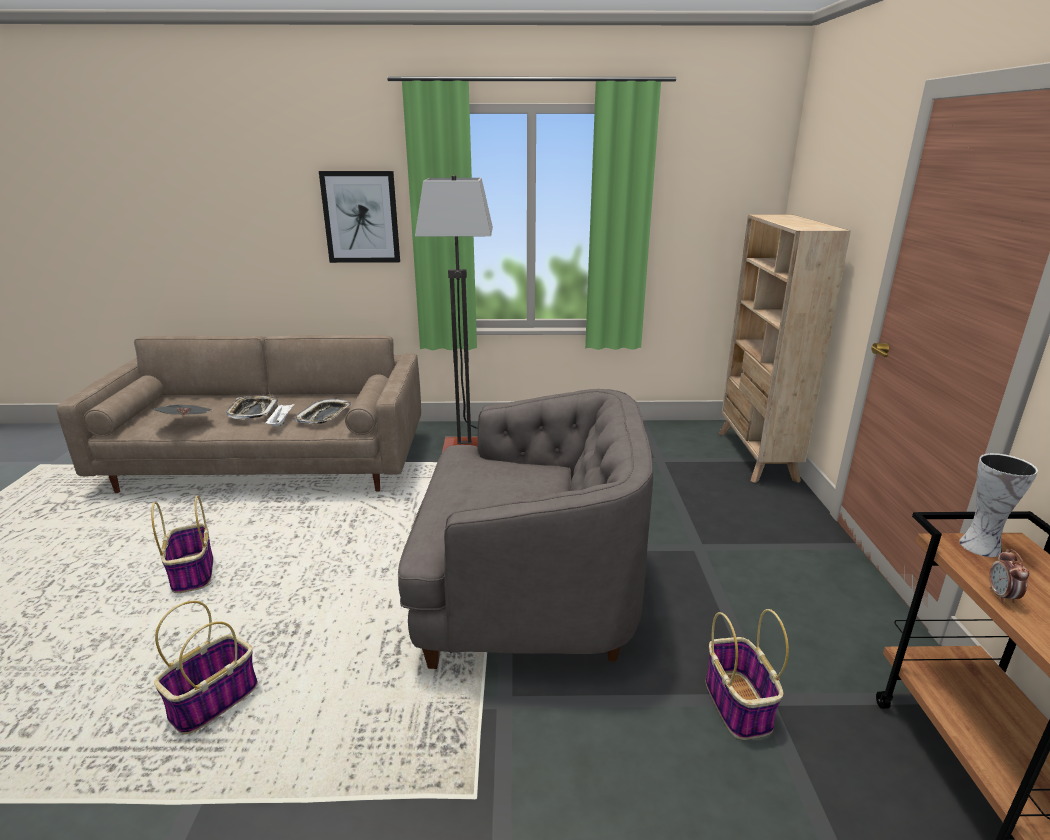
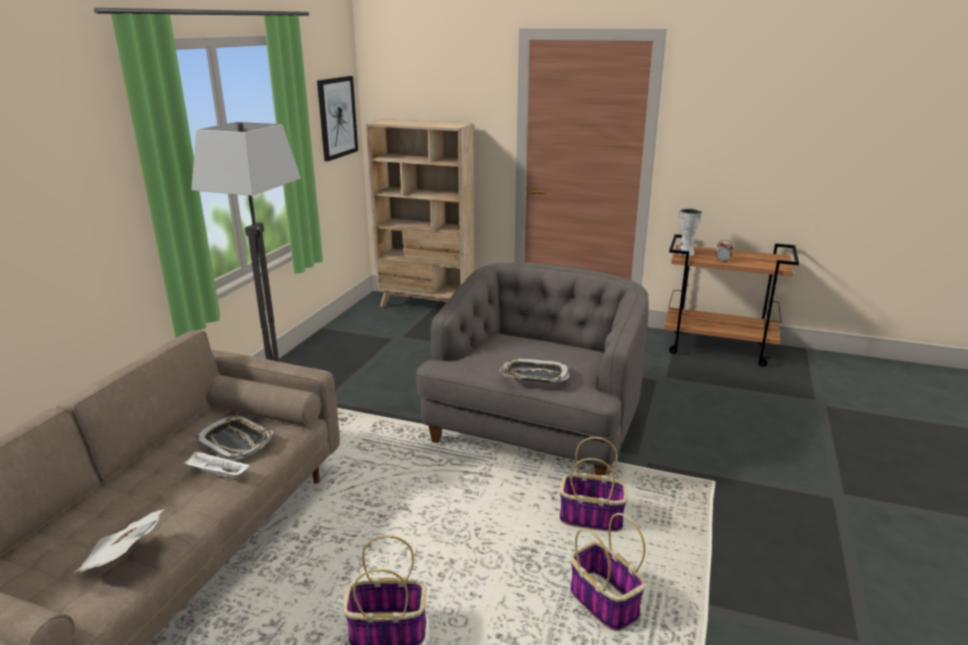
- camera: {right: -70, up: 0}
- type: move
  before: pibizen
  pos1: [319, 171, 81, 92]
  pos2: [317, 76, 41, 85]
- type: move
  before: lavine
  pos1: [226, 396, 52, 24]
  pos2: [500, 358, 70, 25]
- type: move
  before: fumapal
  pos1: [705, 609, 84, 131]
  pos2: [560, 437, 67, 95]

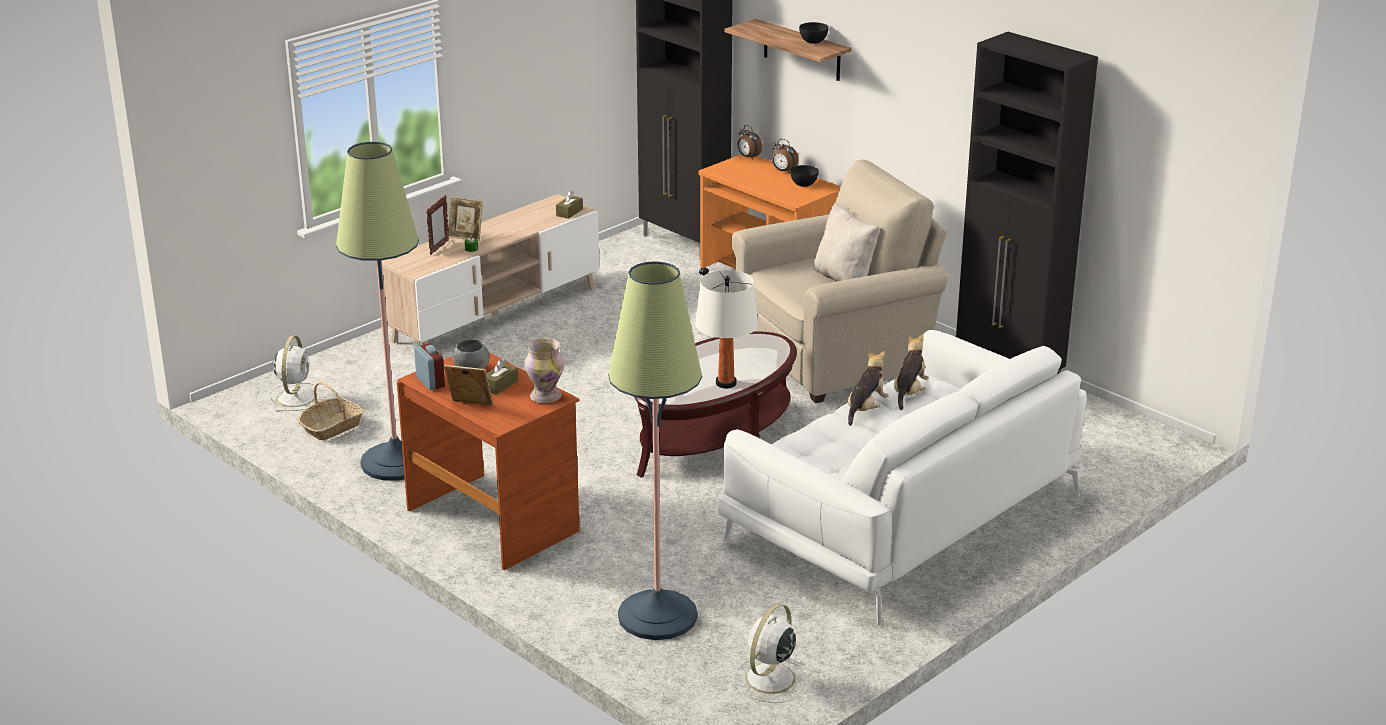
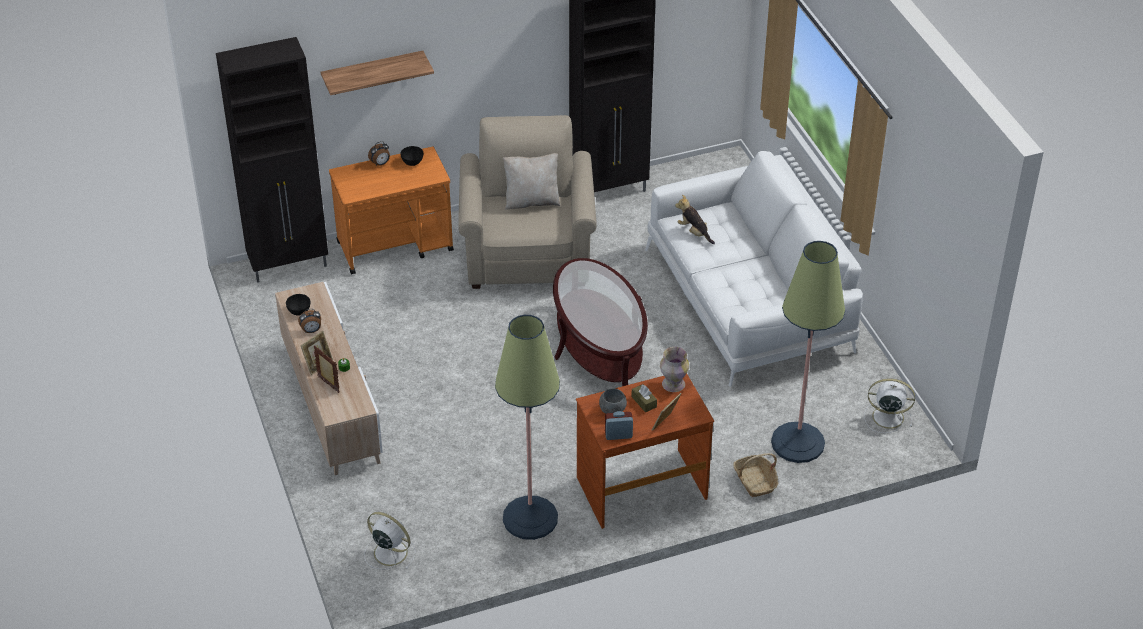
- camera: {right: -65, up: 15}
- type: move
  before: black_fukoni
  pos1: [799, 22, 30, 22]
  pos2: [286, 294, 24, 21]
- type: move
  before: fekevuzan
  pos1: [738, 125, 24, 35]
  pos2: [298, 309, 23, 24]
- type: move
  before: fumapal
  pos1: [298, 382, 65, 58]
  pos2: [733, 453, 45, 44]
- type: rotate
  before: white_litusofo
  pos1: [733, 603, 71, 100]
  pos2: [864, 379, 51, 54]
  turn: 135
- type: delete
  before: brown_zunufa
  pos1: [556, 191, 27, 28]
- type: delete
  before: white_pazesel
  pos1: [695, 270, 63, 118]
- type: delete
  before: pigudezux
  pos1: [848, 351, 41, 75]

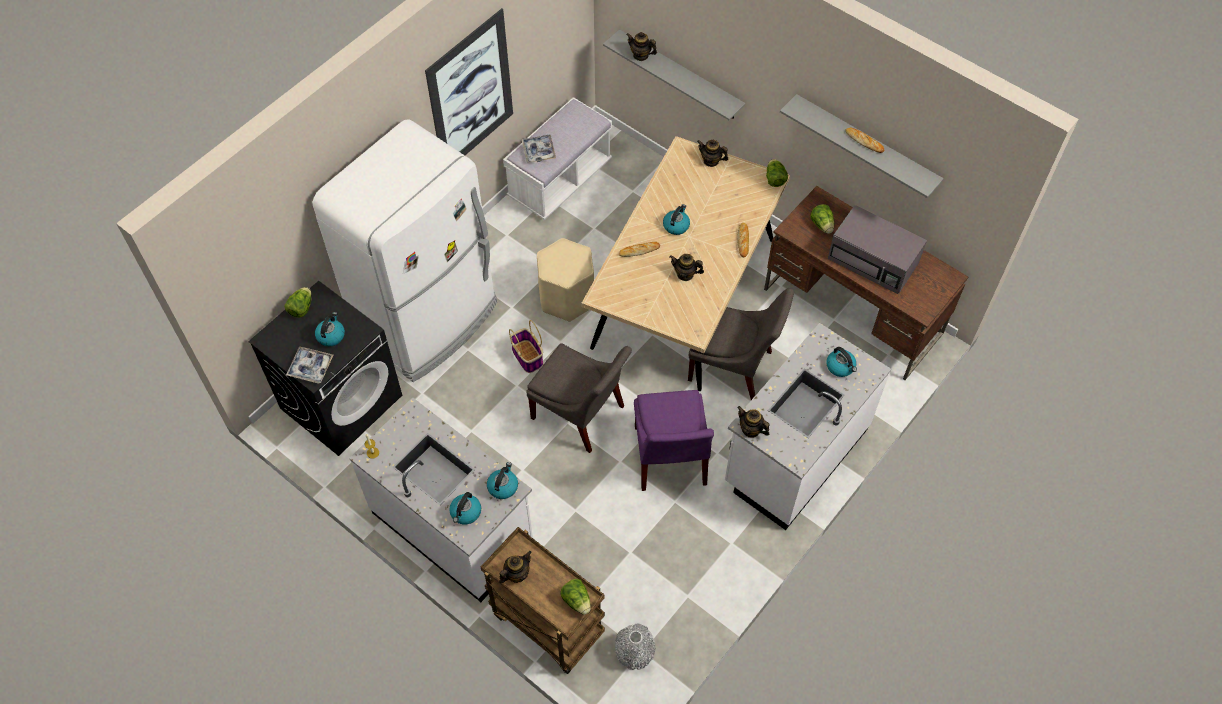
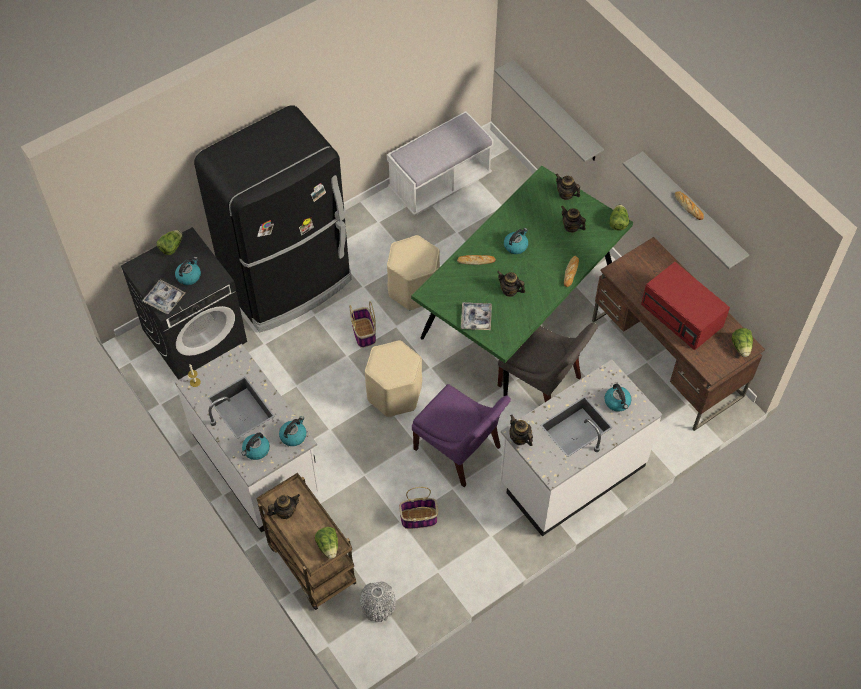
- camera: {right: 15, up: 0}
- type: recolor
  before: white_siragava
  after: black_siragava
  pos1: [313, 119, 184, 263]
  pos2: [194, 105, 158, 228]
- type: replace
  before: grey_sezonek
  after: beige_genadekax
  pos1: [527, 343, 105, 110]
  pos2: [365, 340, 57, 77]
- type: insert
  after: fumapal
  pos2: [399, 487, 39, 42]
- type: recolor
  before: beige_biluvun
  after: green_biluvun
  pos1: [581, 136, 209, 255]
  pos2: [411, 166, 222, 230]
- type: rotate
  before: purple_sezonek
  pos1: [634, 390, 80, 101]
  pos2: [412, 384, 99, 103]
  turn: -60
- type: move
  before: lavine
  pos1: [522, 135, 34, 28]
  pos2: [461, 302, 31, 28]
- type: move
  before: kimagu
  pos1: [626, 32, 31, 29]
  pos2: [561, 206, 25, 27]
- type: recolor
  before: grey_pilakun
  after: red_pilakun
  pos1: [828, 205, 99, 89]
  pos2: [641, 262, 89, 88]
- type: move
  before: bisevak
  pos1: [811, 204, 23, 30]
  pos2: [731, 328, 22, 29]
- type: delete
  before: pibizen
  pos1: [425, 8, 88, 147]

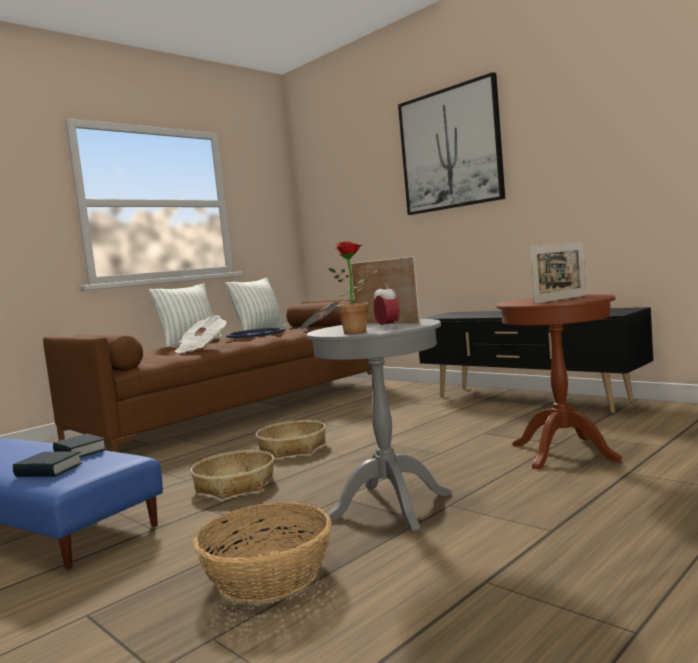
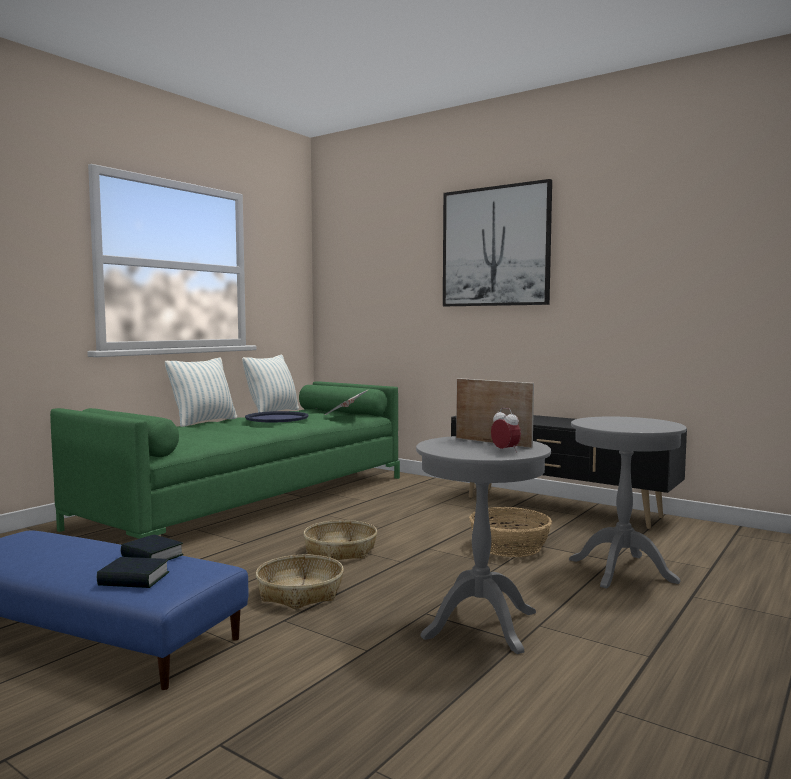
- camera: {right: -10, up: 0}
- type: recolor
  before: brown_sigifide
  after: green_sigifide
  pos1: [43, 298, 329, 154]
  pos2: [50, 381, 350, 158]
- type: move
  before: fumapal
  pos1: [193, 502, 139, 100]
  pos2: [469, 507, 83, 50]
- type: recolor
  before: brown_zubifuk
  after: grey_zubifuk
  pos1: [496, 294, 126, 175]
  pos2: [569, 417, 118, 171]
- type: delete
  before: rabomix
  pos1: [175, 316, 51, 37]
- type: delete
  before: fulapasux
  pos1: [328, 241, 52, 93]
- type: delete
  before: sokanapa
  pos1: [530, 241, 56, 63]

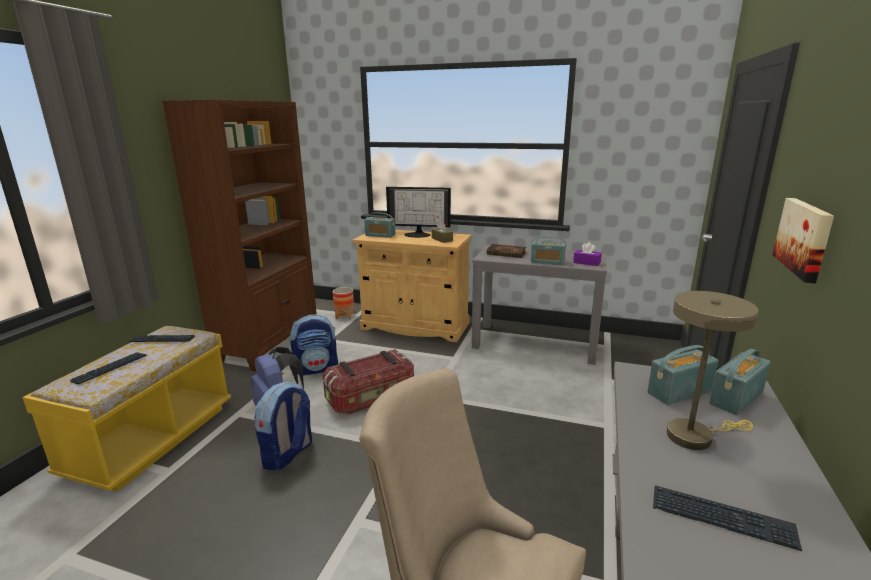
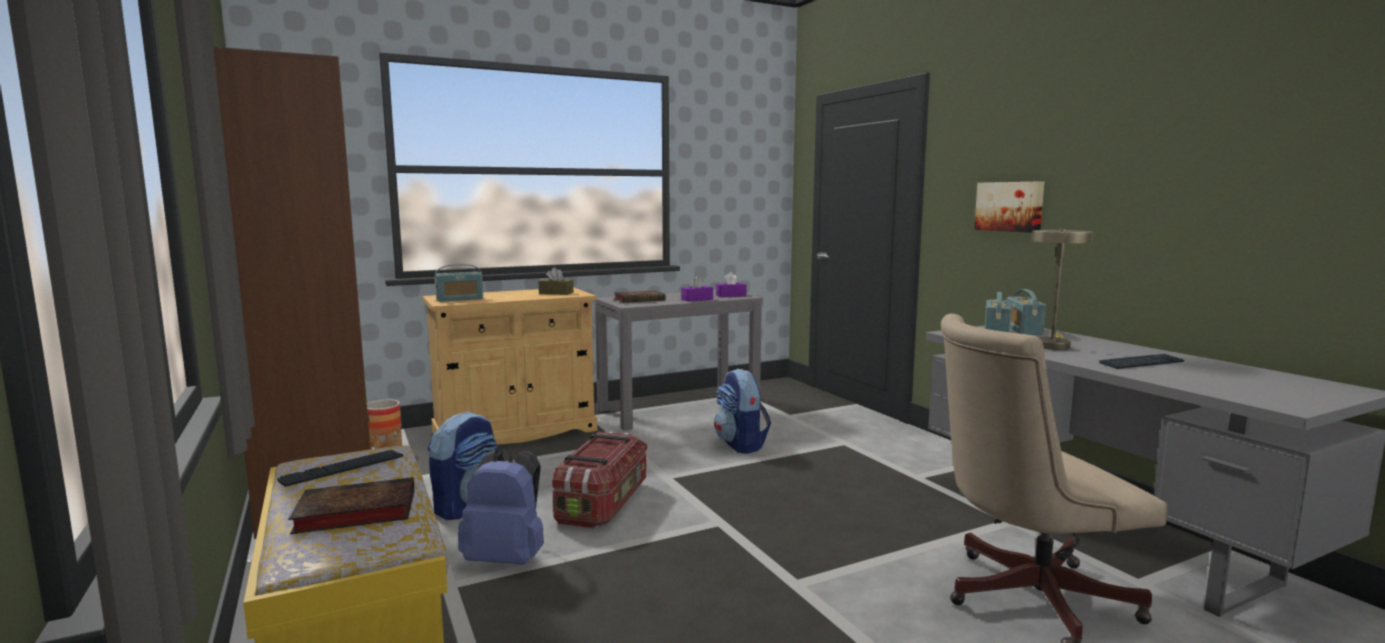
- camera: {right: -45, up: -10}
- type: replace
  before: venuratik
  after: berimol
  pos1: [70, 352, 77, 33]
  pos2: [288, 477, 127, 57]
- type: replace
  before: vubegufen
  after: purple_zunufa
  pos1: [531, 236, 35, 29]
  pos2: [681, 276, 32, 26]
- type: move
  before: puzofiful
  pos1: [254, 381, 58, 89]
  pos2: [714, 369, 57, 85]
- type: delete
  before: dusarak
  pos1: [386, 187, 65, 51]

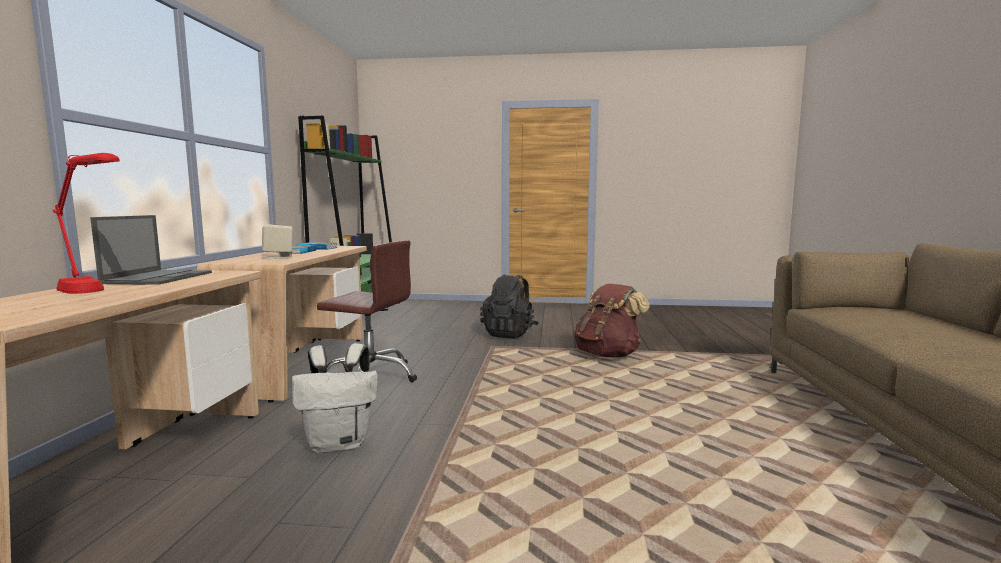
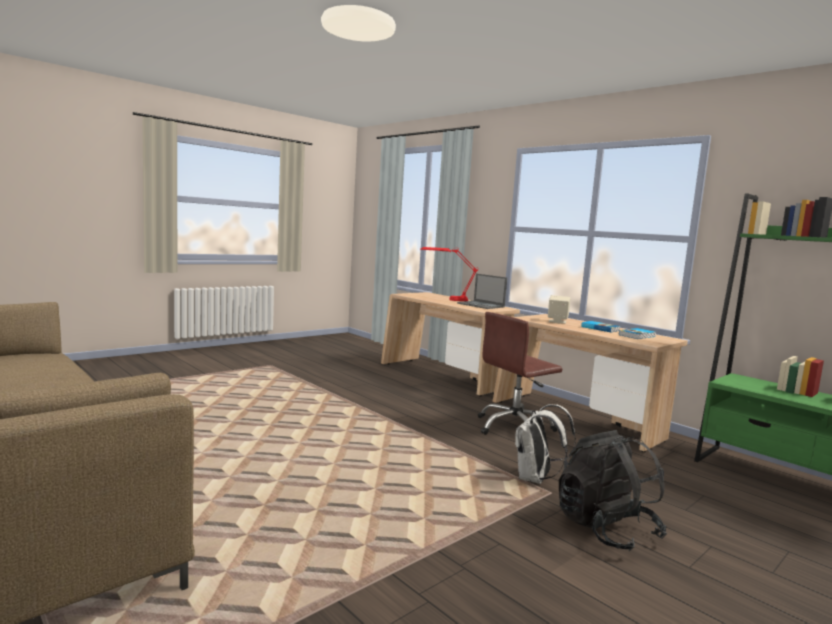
- camera: {right: 130, up: 0}
- type: move
  before: white_puzofiful
  pos1: [292, 343, 86, 110]
  pos2: [515, 404, 61, 80]
- type: delete
  before: brown_puzofiful
  pos1: [574, 284, 76, 74]

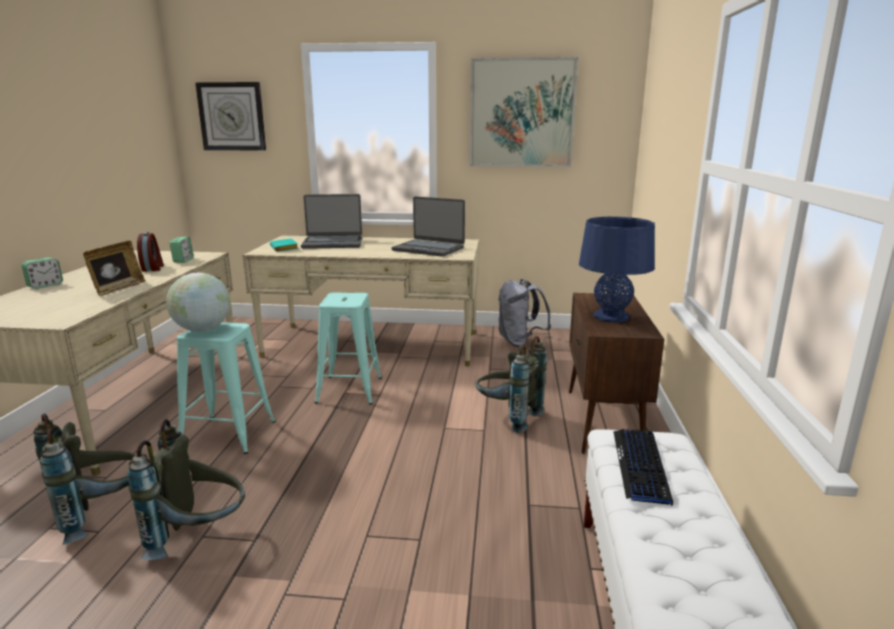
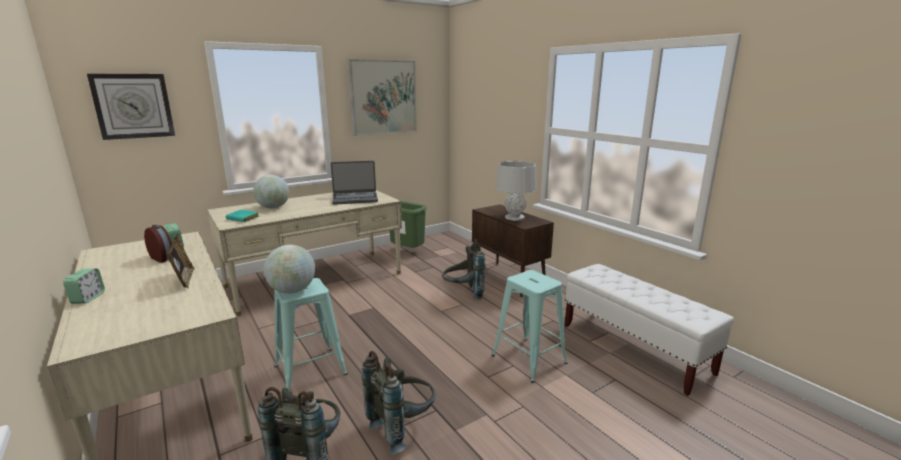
- camera: {right: -40, up: 0}
- type: replace
  before: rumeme
  after: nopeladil
  pos1: [301, 194, 61, 55]
  pos2: [253, 175, 36, 34]
- type: replace
  before: grey_puzofiful
  after: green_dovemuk
  pos1: [498, 279, 53, 68]
  pos2: [390, 201, 37, 47]
- type: move
  before: turquoise_genadekax
  pos1: [314, 292, 68, 113]
  pos2: [492, 270, 75, 113]
- type: recolor
  before: blue_pazesel
  after: grey_pazesel
  pos1: [579, 217, 76, 106]
  pos2: [495, 161, 42, 60]
- type: delete
  before: venuratik
  pos1: [613, 429, 60, 77]

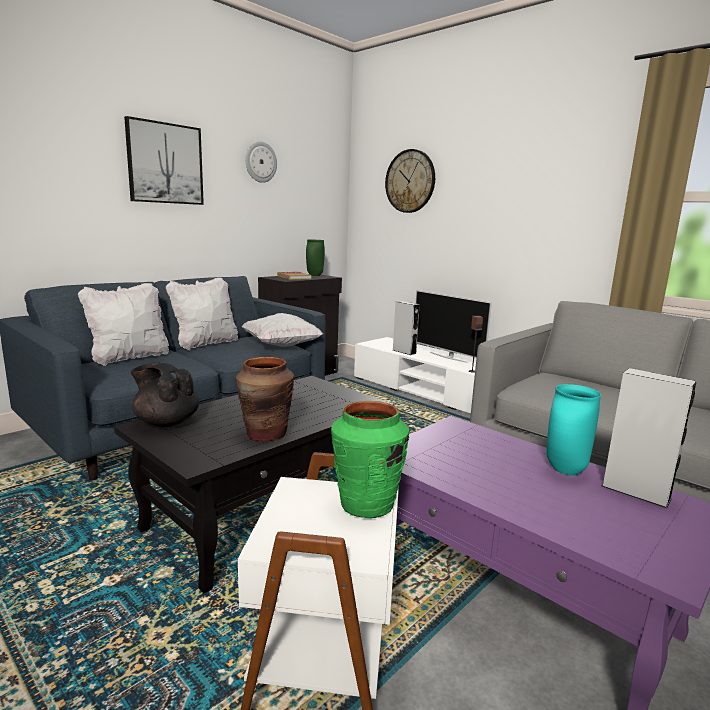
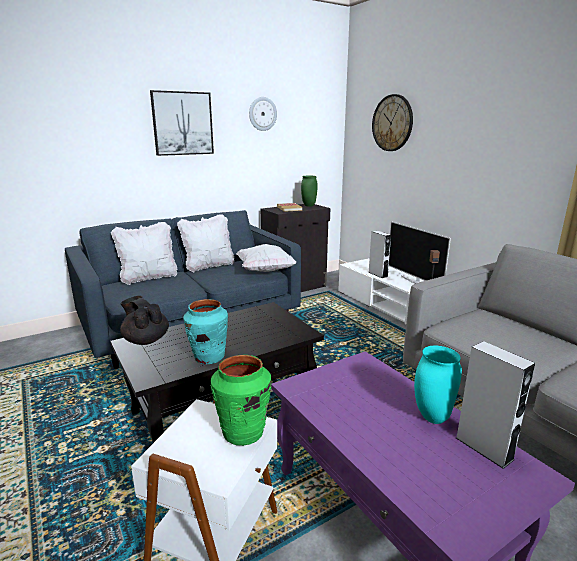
- camera: {right: 15, up: 5}
- type: recolor
  before: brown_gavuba
  after: turquoise_gavuba
  pos1: [236, 357, 58, 85]
  pos2: [183, 299, 45, 65]

